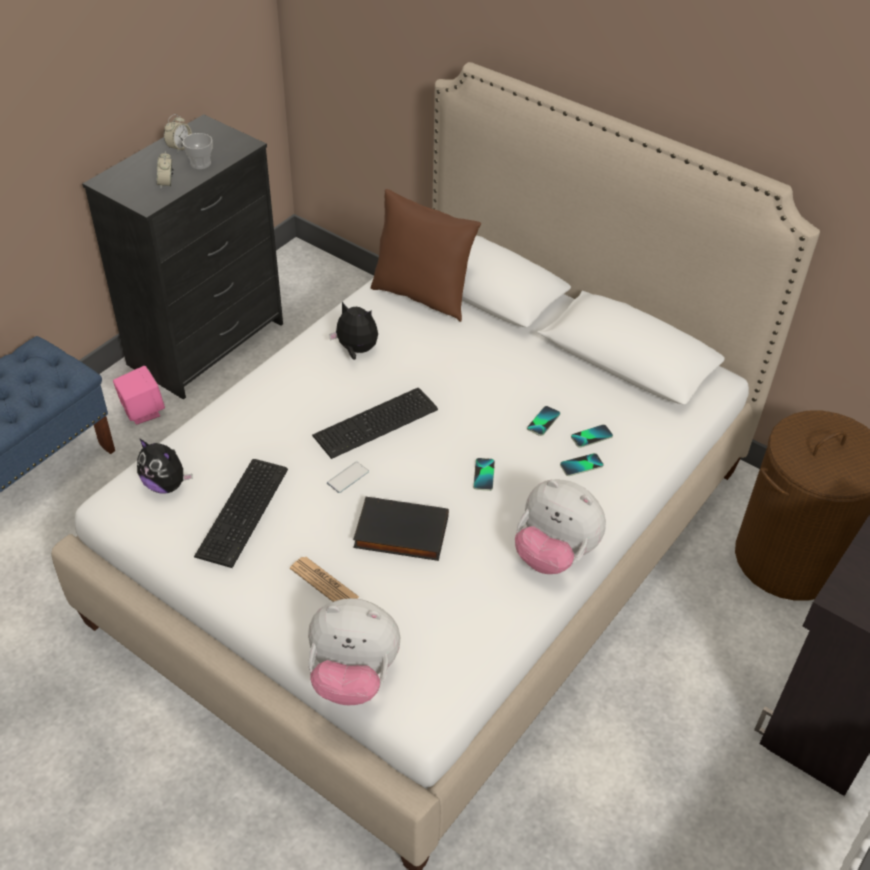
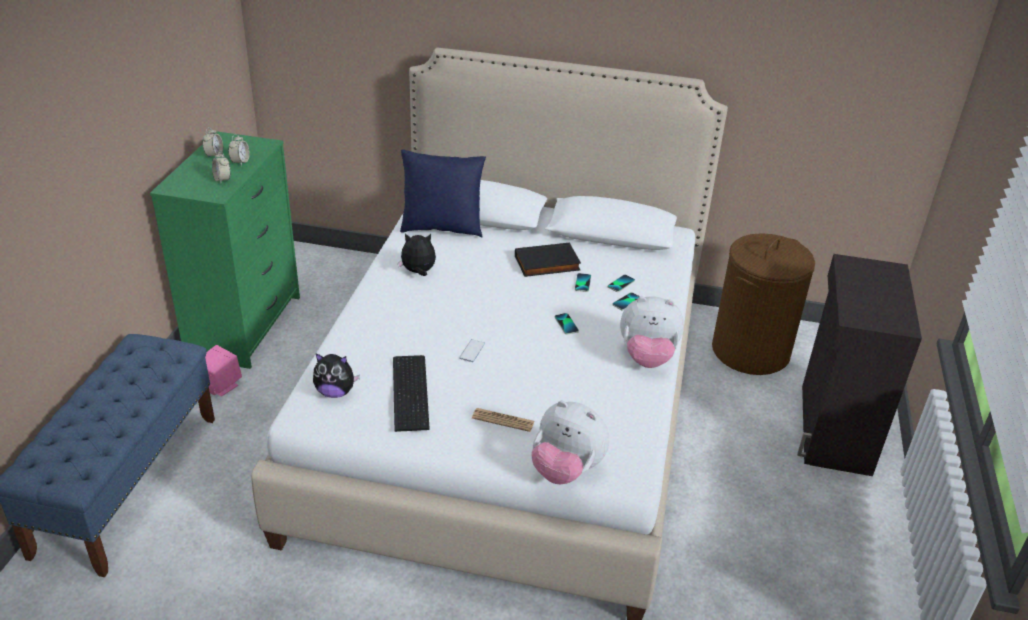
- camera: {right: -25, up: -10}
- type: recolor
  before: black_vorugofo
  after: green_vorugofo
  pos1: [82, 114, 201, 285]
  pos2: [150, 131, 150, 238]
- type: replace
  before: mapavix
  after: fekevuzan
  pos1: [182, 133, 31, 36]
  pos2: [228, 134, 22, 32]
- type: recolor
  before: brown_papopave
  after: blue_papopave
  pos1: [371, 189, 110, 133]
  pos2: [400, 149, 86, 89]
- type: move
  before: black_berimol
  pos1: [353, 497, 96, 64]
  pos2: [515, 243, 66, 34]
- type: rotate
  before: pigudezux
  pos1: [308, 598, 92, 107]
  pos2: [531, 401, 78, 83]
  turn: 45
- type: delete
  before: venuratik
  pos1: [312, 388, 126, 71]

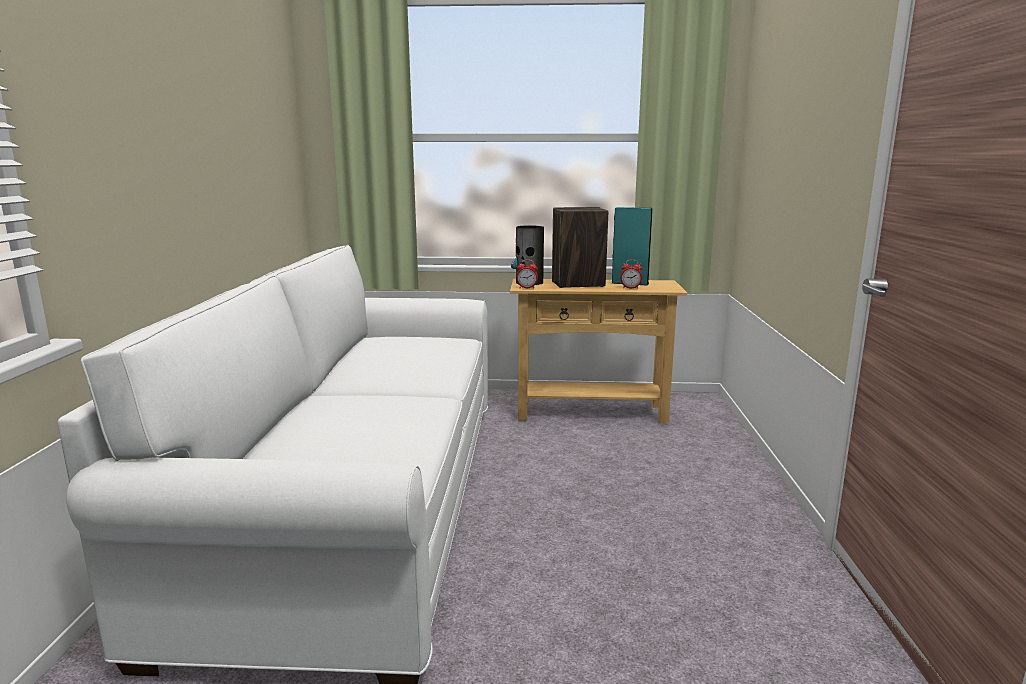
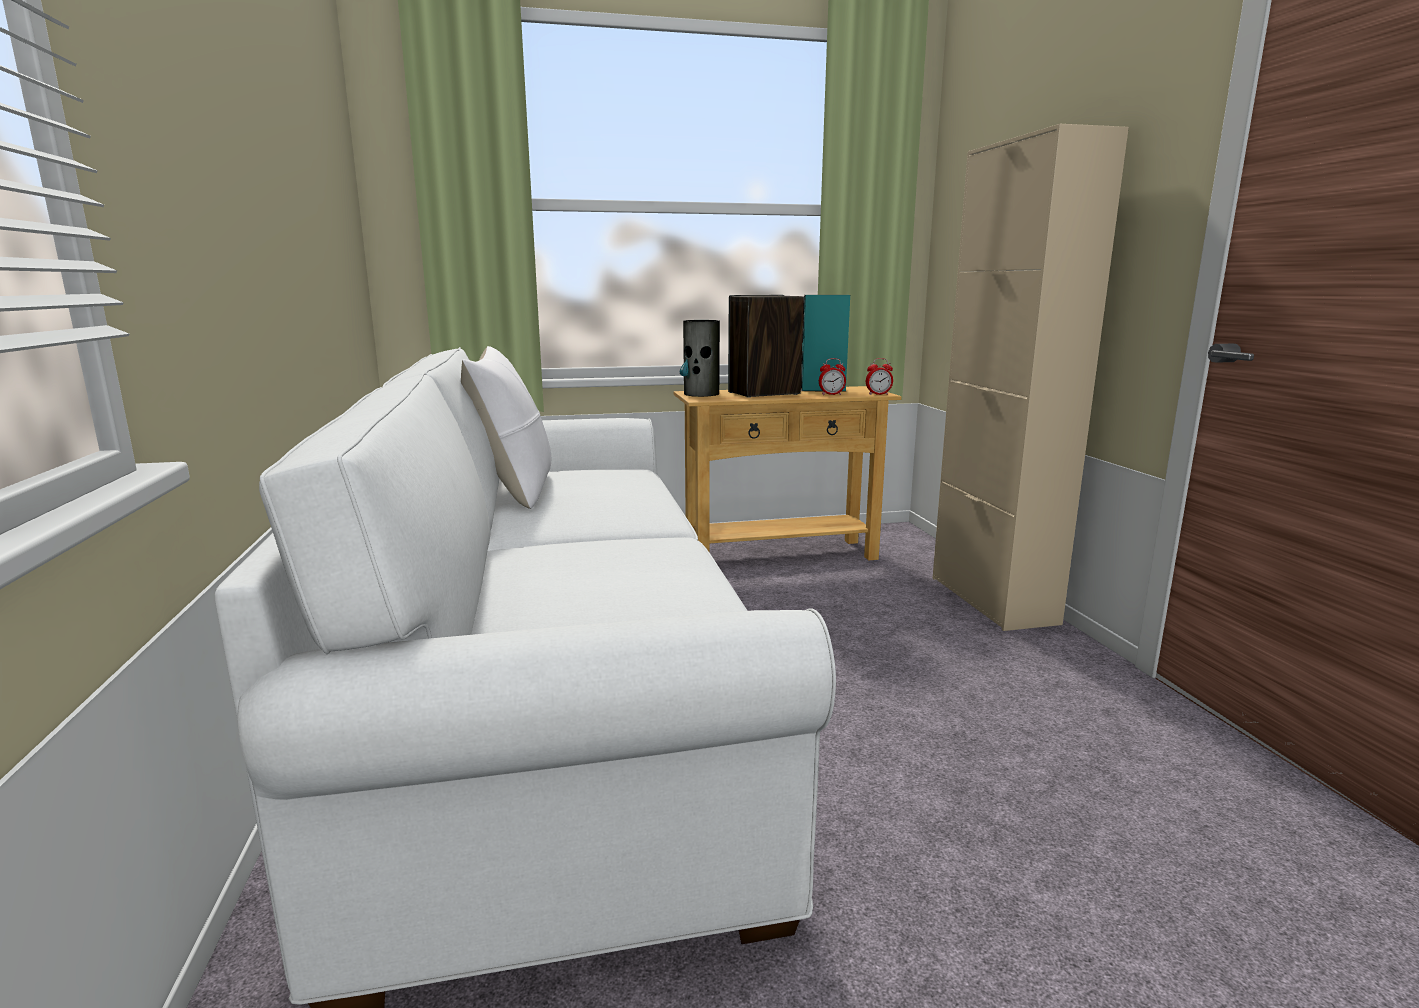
- camera: {right: -15, up: 0}
- type: insert
  after: white_papopave
  pos2: [461, 346, 91, 163]
- type: move
  before: fekevuzan
  pos1: [516, 259, 22, 30]
  pos2: [866, 358, 27, 37]
- type: insert
  after: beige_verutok
  pos2: [933, 124, 196, 507]

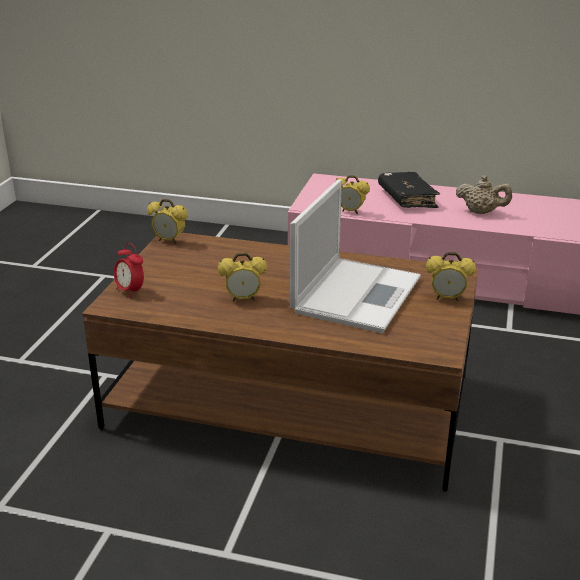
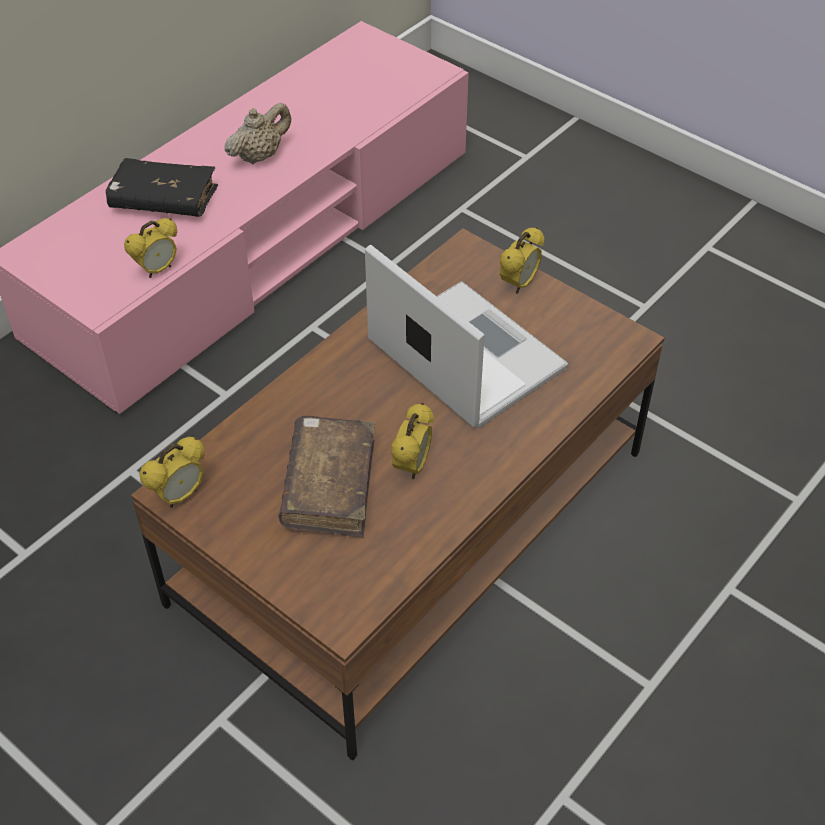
- camera: {right: -65, up: 20}
- type: insert
  after: brown_berimol
  pos2: [278, 416, 97, 122]
- type: delete
  before: fekevuzan
  pos1: [114, 243, 30, 55]

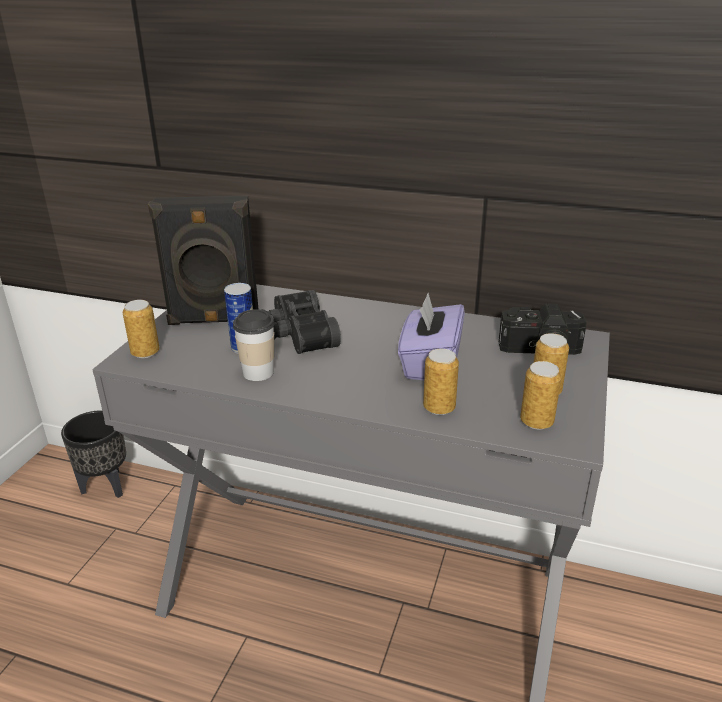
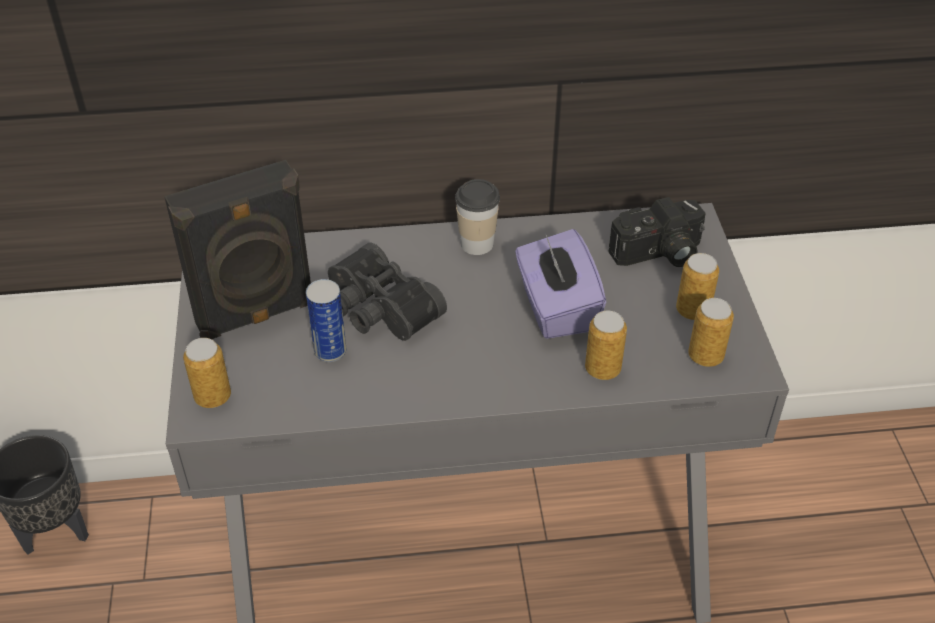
- camera: {right: -25, up: 15}
- type: move
  before: mapavix
  pos1: [233, 309, 42, 72]
  pos2: [455, 179, 45, 76]

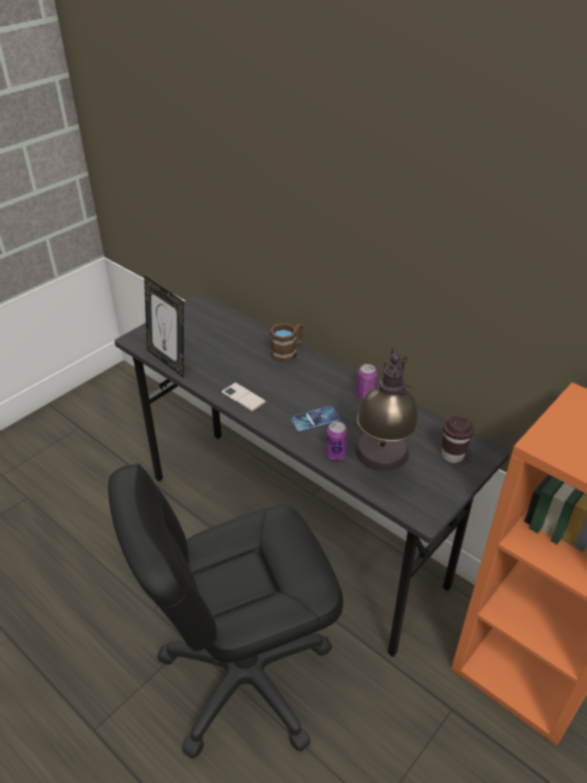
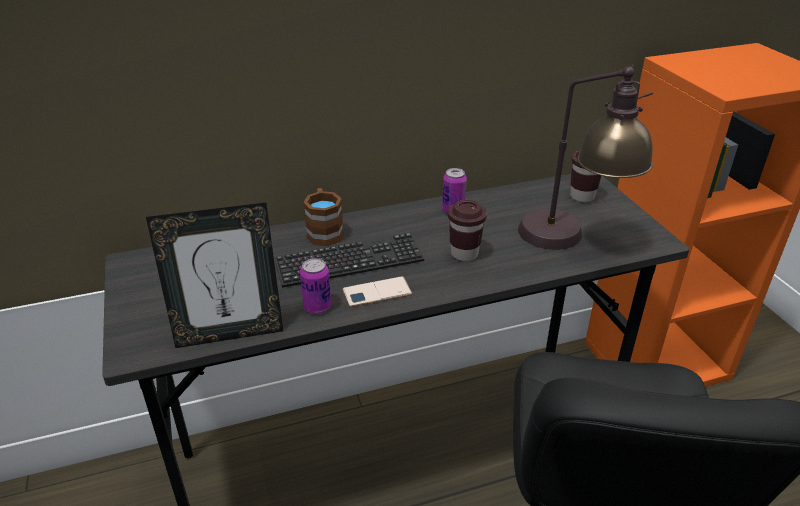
- camera: {right: -60, up: -5}
- type: insert
  after: venuratik
  pos2: [274, 232, 150, 56]
- type: move
  before: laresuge
  pos1: [326, 421, 22, 39]
  pos2: [300, 258, 31, 56]
- type: replace
  before: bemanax
  after: brown_mapavix
  pos1: [290, 406, 50, 26]
  pos2: [448, 200, 39, 61]

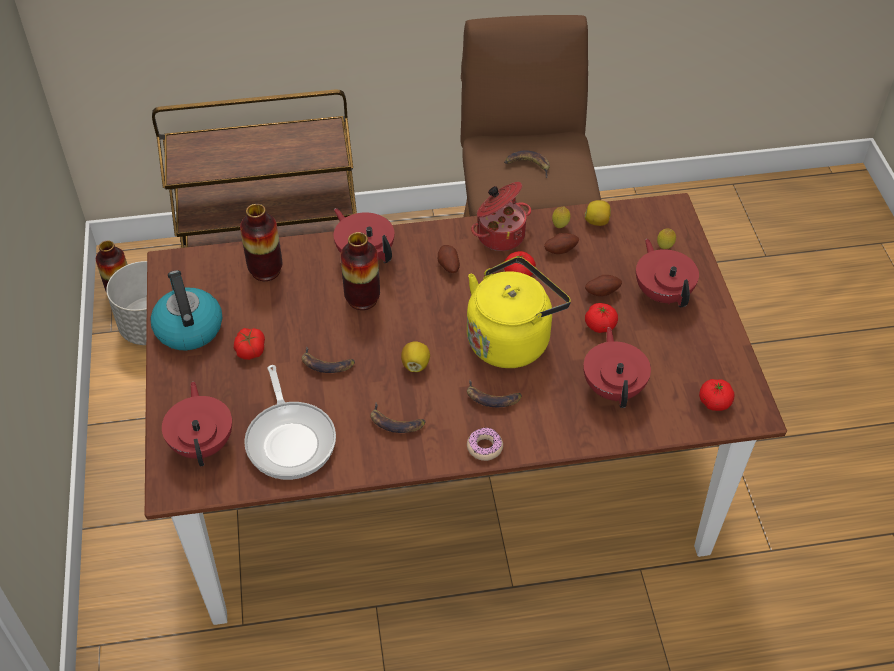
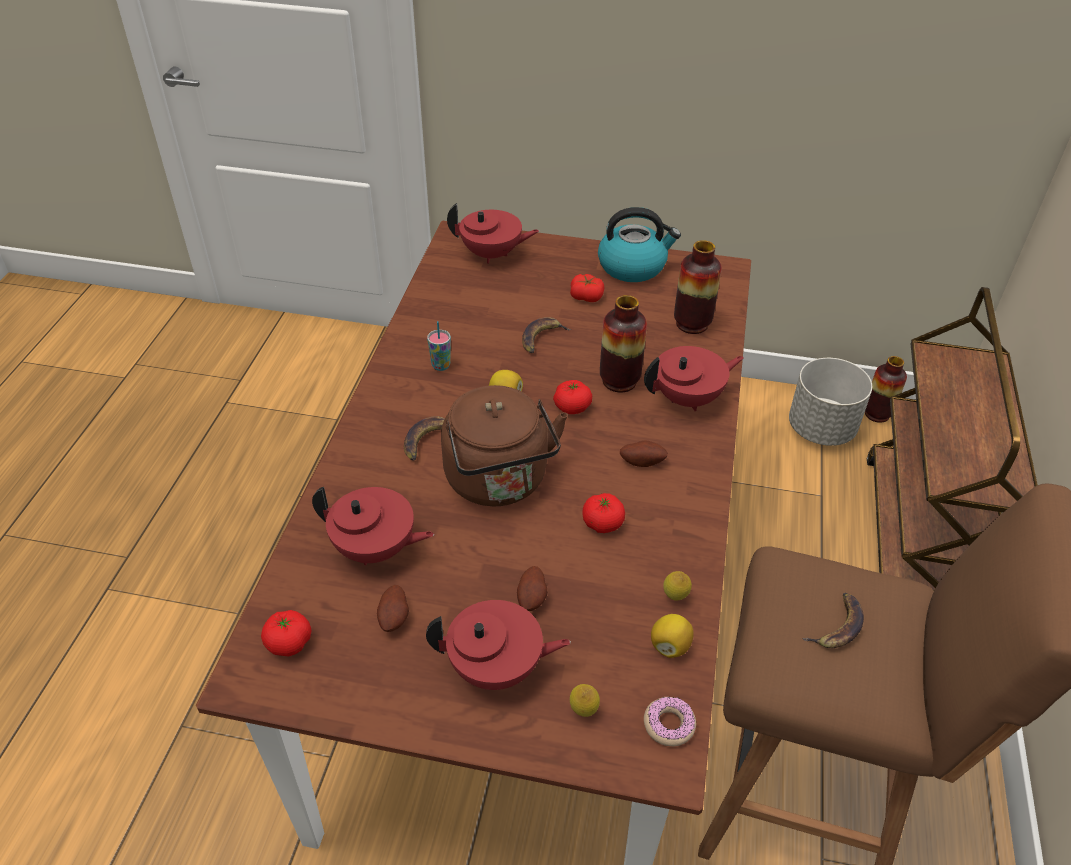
- camera: {right: 110, up: -5}
- type: move
  before: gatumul
  pos1: [544, 233, 35, 21]
  pos2: [377, 585, 32, 47]
- type: replace
  before: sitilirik
  after: mapavix
  pos1: [370, 403, 55, 30]
  pos2: [427, 321, 24, 50]
- type: recolor
  before: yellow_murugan
  after: brown_murugan
  pos1: [467, 257, 104, 111]
  pos2: [441, 385, 127, 121]
- type: move
  before: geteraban
  pos1: [585, 303, 33, 30]
  pos2: [553, 380, 39, 34]
- type: move
  before: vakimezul
  pos1: [467, 428, 36, 33]
  pos2: [644, 697, 52, 49]
- type: delete
  before: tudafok
  pos1: [244, 365, 92, 115]
- type: delete
  before: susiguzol
  pos1: [471, 182, 60, 69]

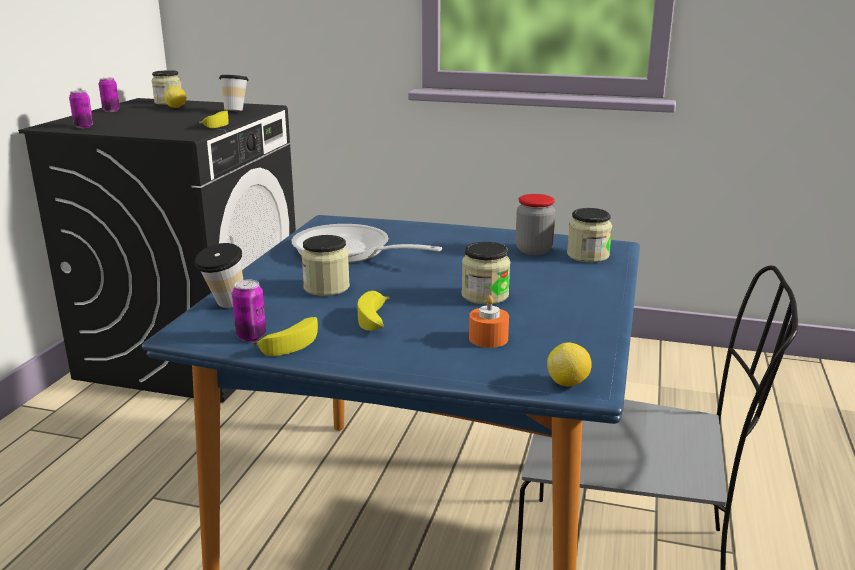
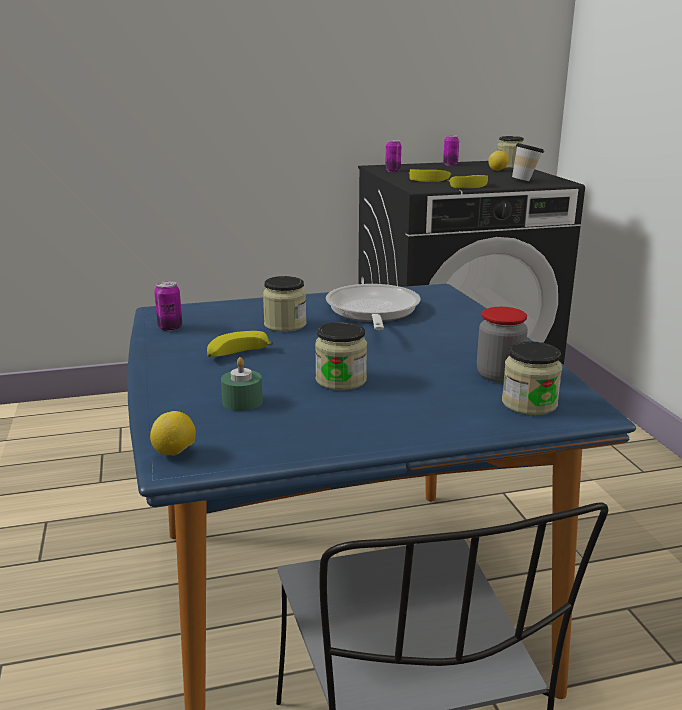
- camera: {right: 60, up: 0}
- type: recolor
  before: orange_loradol
  after: green_loradol
  pos1: [469, 295, 40, 53]
  pos2: [221, 357, 42, 54]
- type: move
  before: sitilirik
  pos1: [253, 317, 65, 39]
  pos2: [409, 169, 42, 13]
- type: delete
  before: mapavix
  pos1: [194, 243, 49, 65]

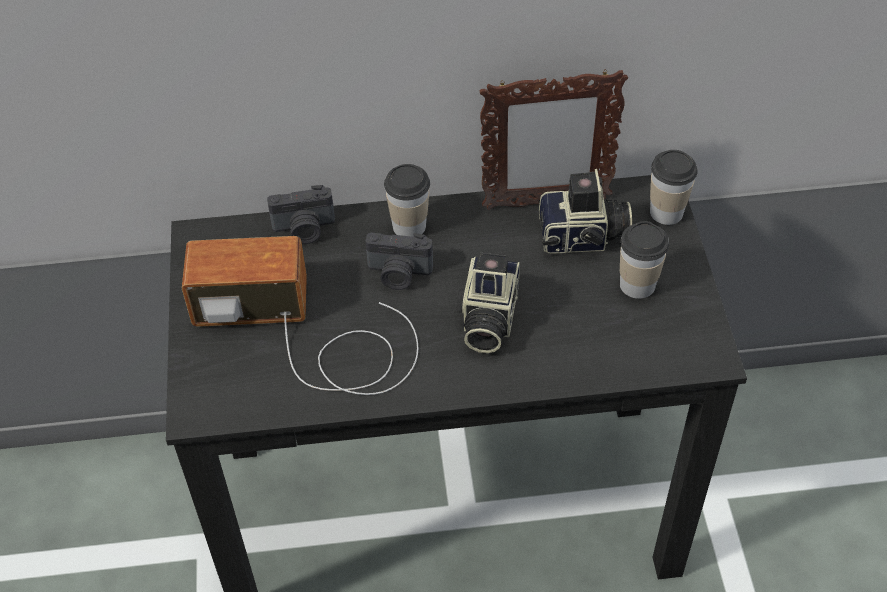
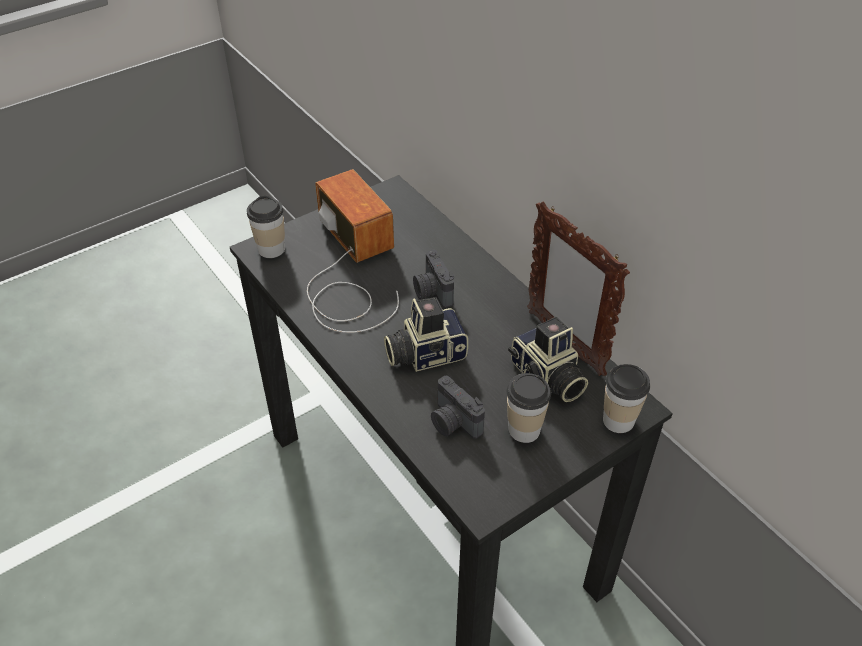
- camera: {right: 60, up: -5}
- type: move
  before: mapavix
  pos1: [384, 164, 46, 73]
  pos2: [247, 196, 38, 62]
- type: move
  before: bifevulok
  pos1: [267, 185, 68, 59]
  pos2: [431, 376, 54, 63]

